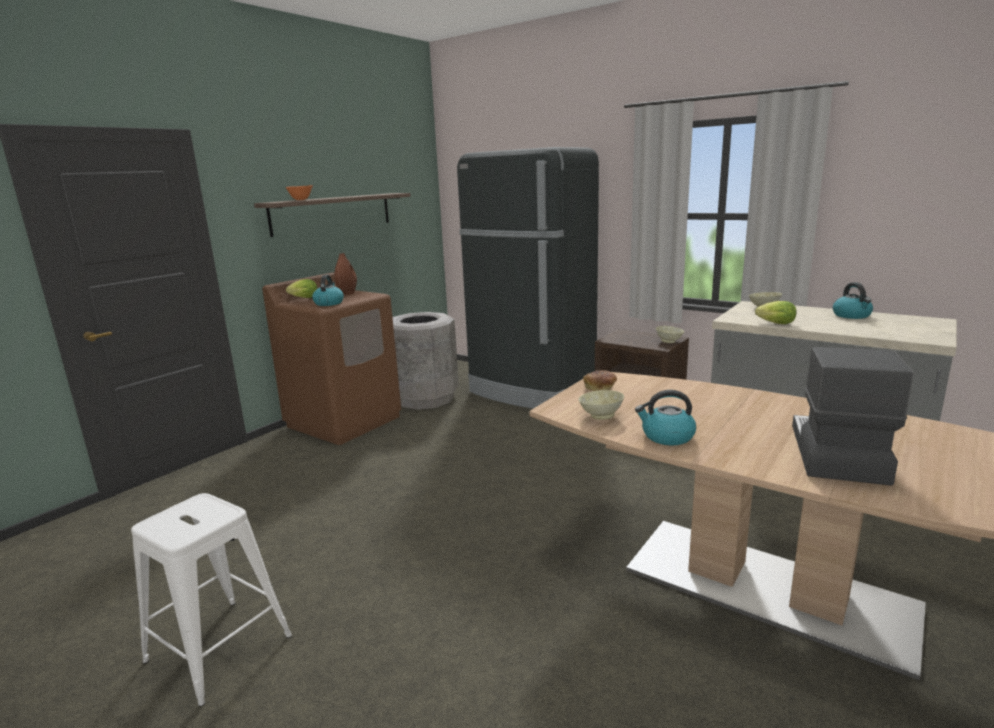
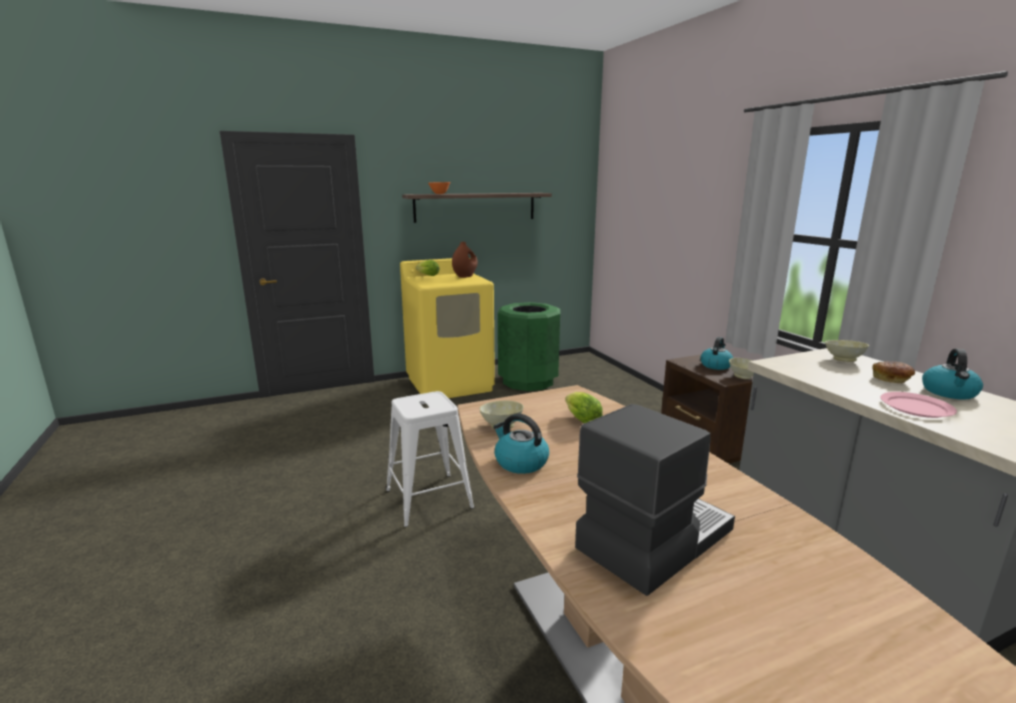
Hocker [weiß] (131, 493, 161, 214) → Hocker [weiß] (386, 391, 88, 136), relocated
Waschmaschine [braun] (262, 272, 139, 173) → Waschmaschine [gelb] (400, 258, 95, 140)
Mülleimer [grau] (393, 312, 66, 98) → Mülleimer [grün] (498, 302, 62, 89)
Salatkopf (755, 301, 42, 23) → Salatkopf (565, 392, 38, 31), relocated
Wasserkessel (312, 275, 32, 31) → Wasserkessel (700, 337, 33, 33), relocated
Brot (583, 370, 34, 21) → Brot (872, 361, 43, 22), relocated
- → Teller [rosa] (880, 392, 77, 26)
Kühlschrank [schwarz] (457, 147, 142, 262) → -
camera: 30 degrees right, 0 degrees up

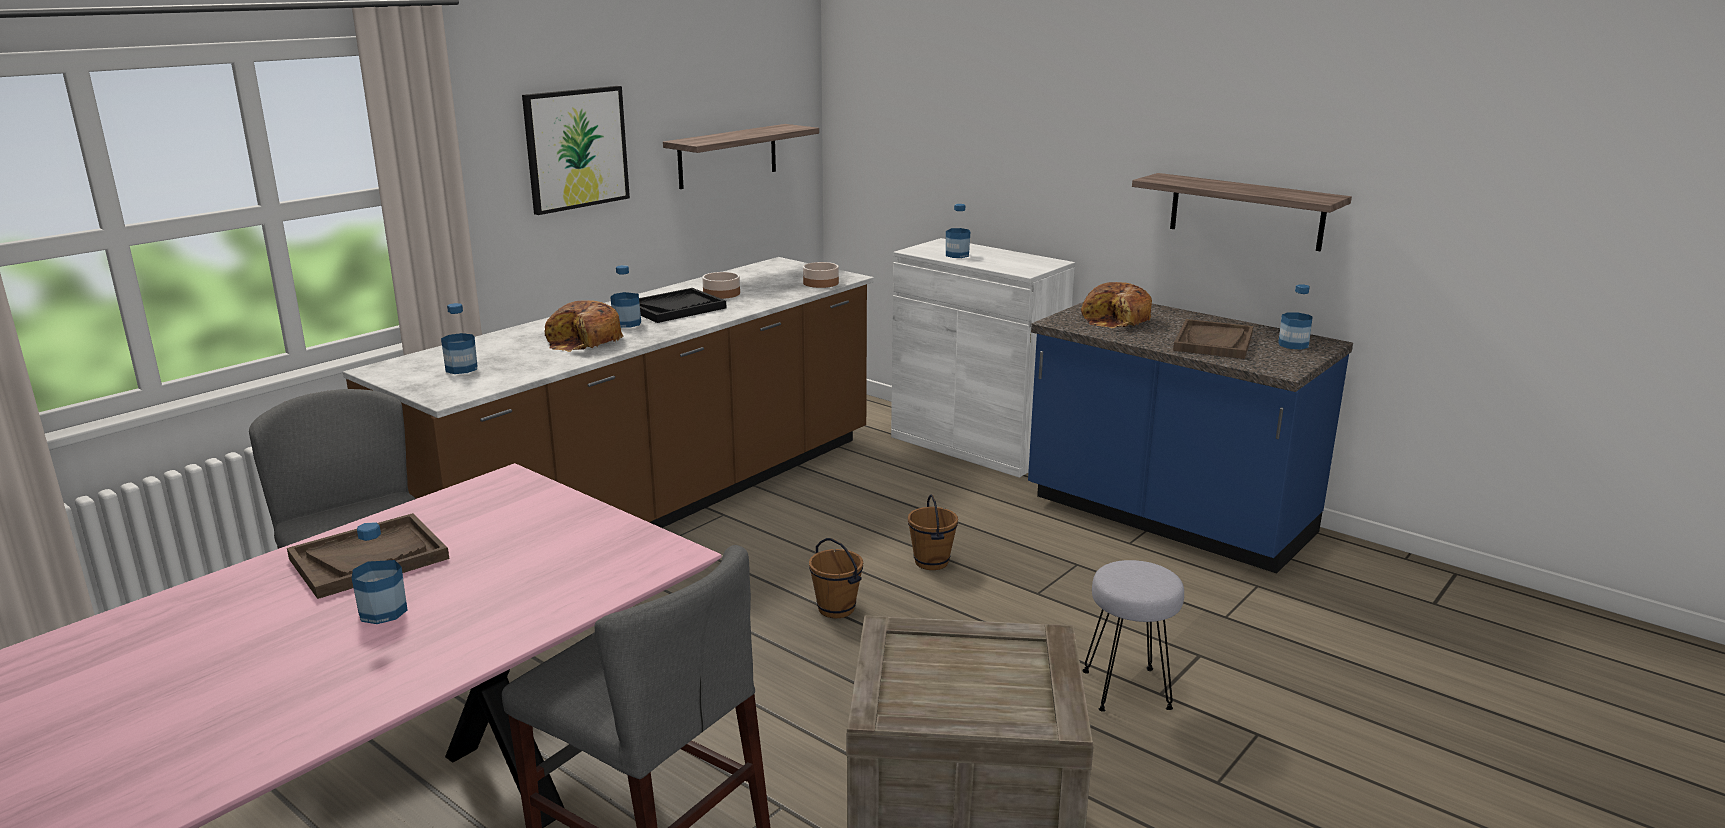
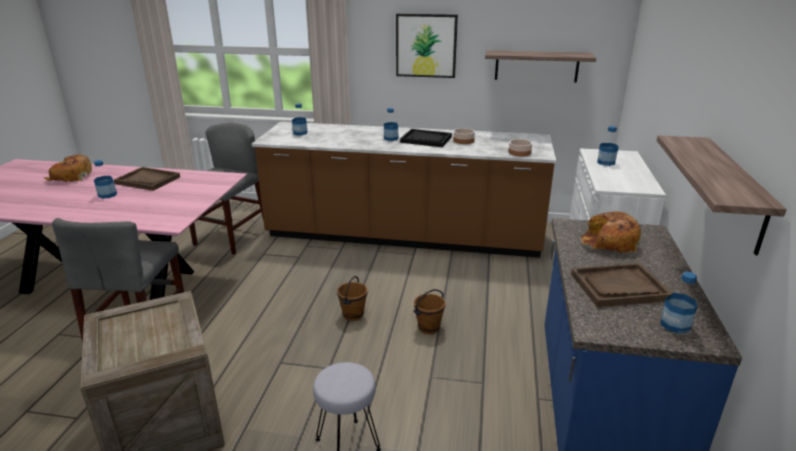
Brot (545, 300, 79, 52) → Brot (44, 155, 48, 27), relocated
camera: 60 degrees right, 5 degrees up

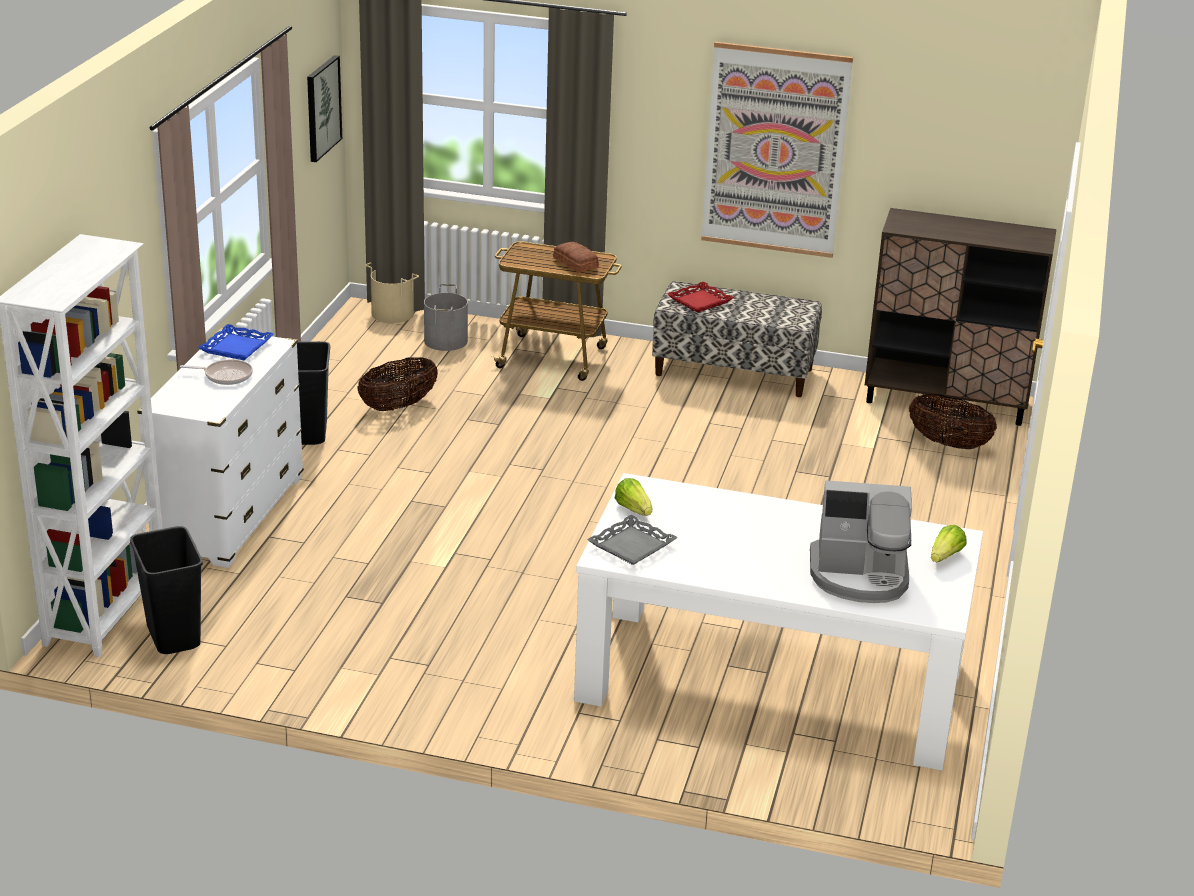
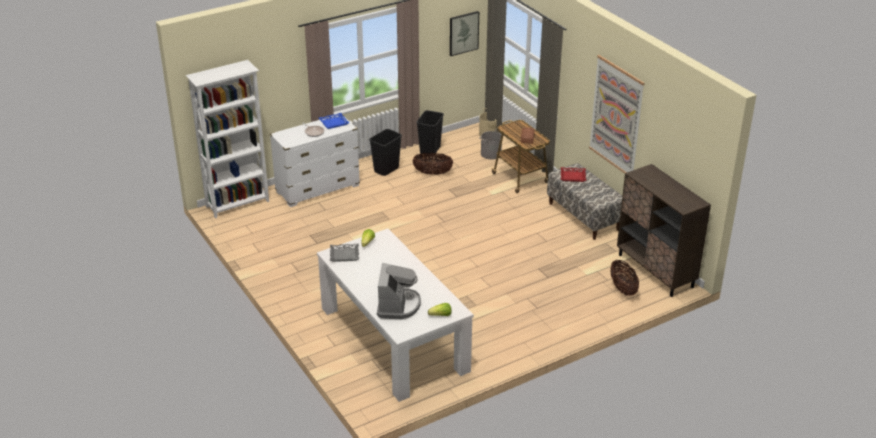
Kaffeemaschine (810, 480, 102, 123) → Kaffeemaschine (377, 263, 44, 56), 135 degrees counterclockwise
Mülleimer [schwarz] (130, 526, 73, 128) → Mülleimer [schwarz] (416, 110, 28, 45), relocated
camera: 45 degrees right, 5 degrees up

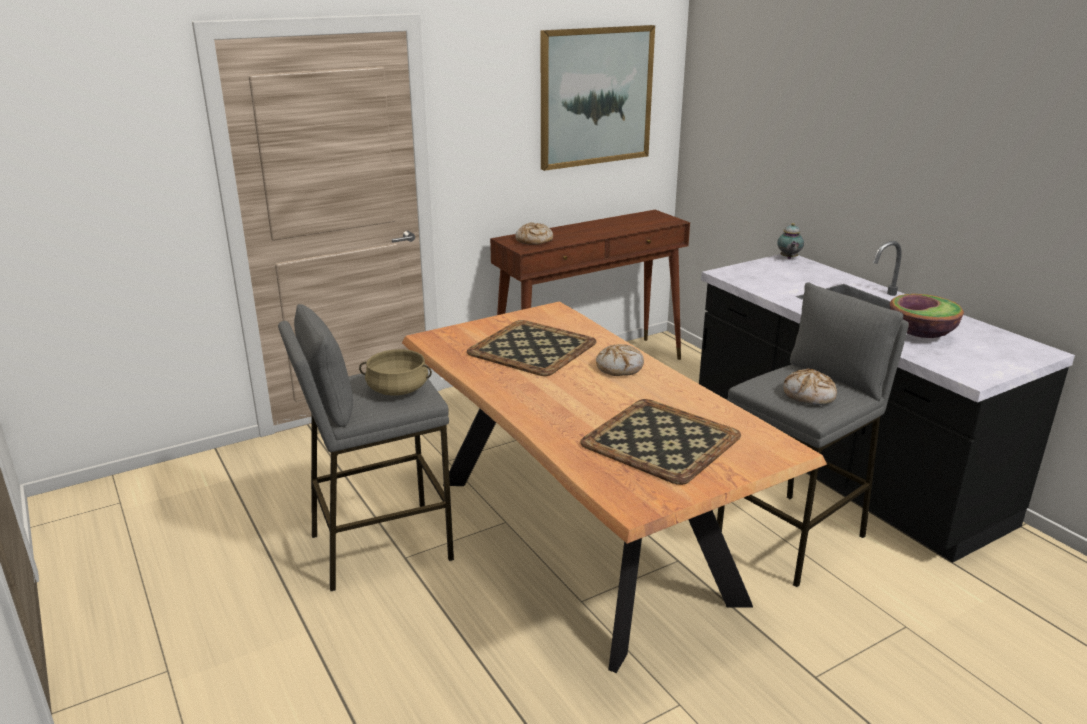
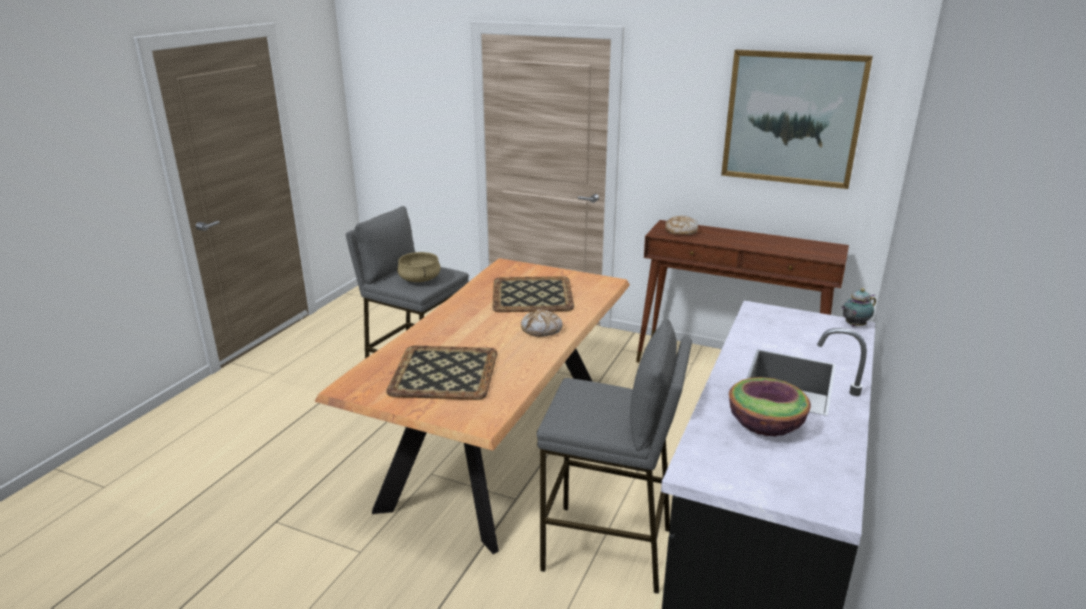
Brot (783, 369, 54, 36) → -
camera: 55 degrees right, 0 degrees up

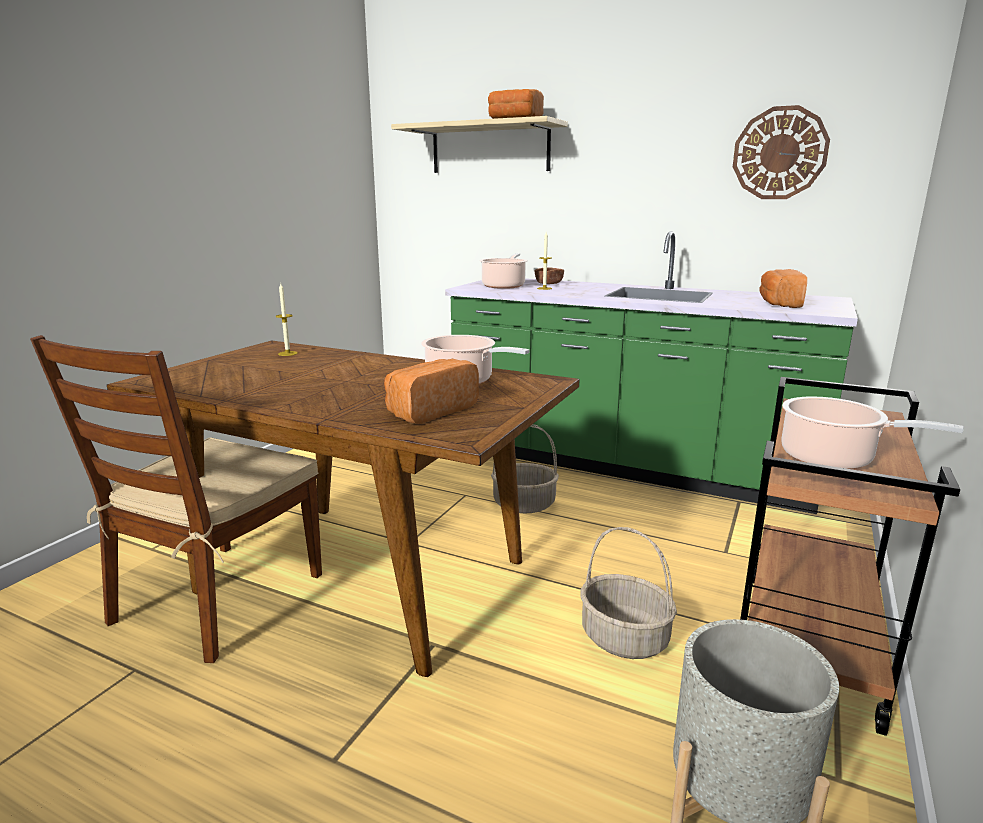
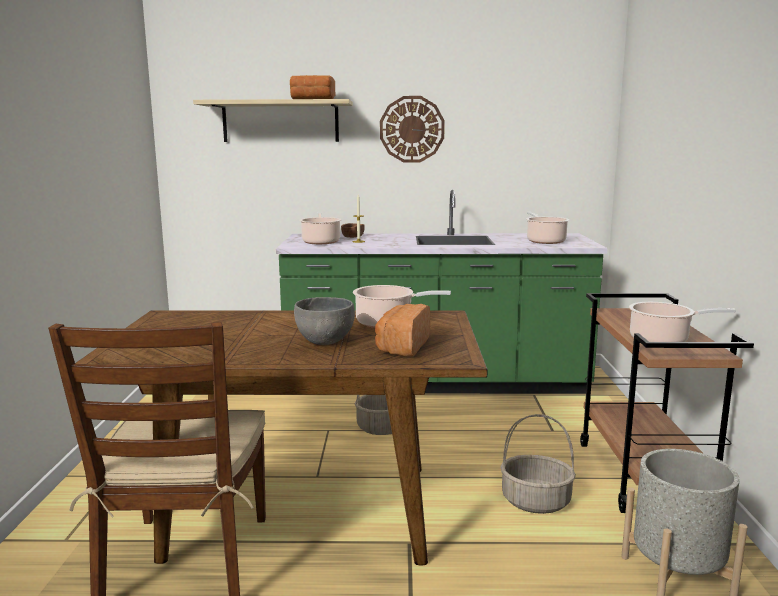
- → Schüssel [grau] (294, 297, 61, 48)
Wanduhr (733, 105, 97, 94) → Wanduhr (380, 96, 65, 66), relocated
Brot (760, 269, 47, 39) → Kochtopf (526, 212, 43, 32)
Kerze (276, 284, 22, 72) → -
camera: 25 degrees left, 5 degrees down

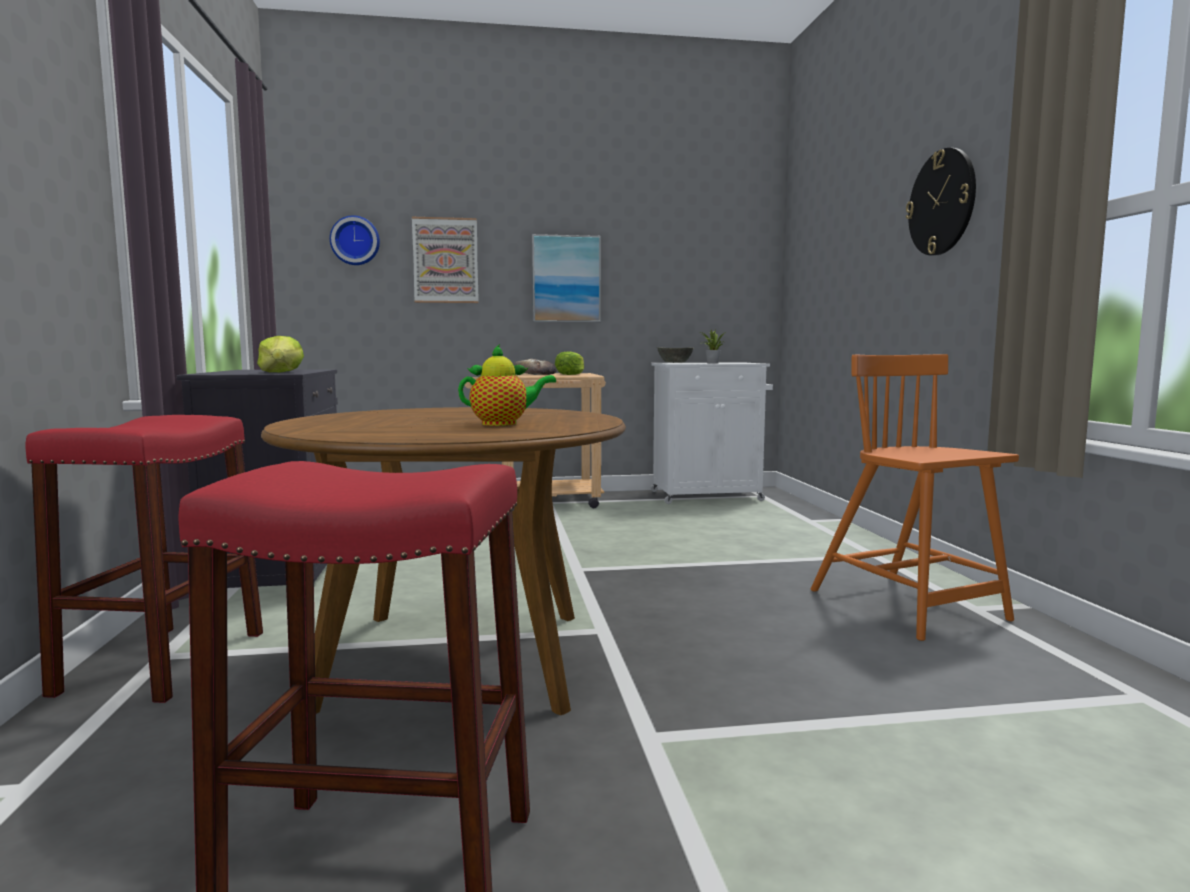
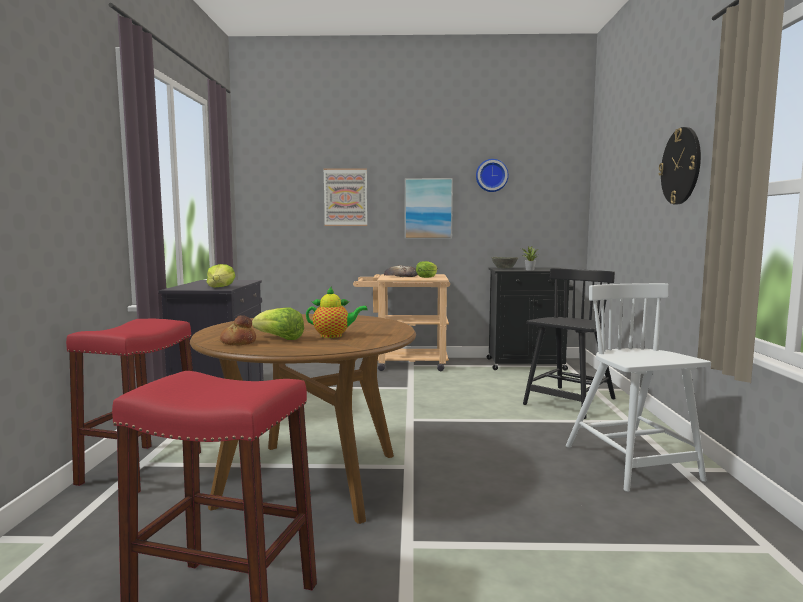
- → Brot (220, 315, 36, 30)
- → Salatkopf (252, 307, 52, 33)
Wanduhr (330, 215, 50, 50) → Wanduhr (476, 159, 33, 33), relocated
Schrank [weiß] (650, 363, 123, 141) → Schrank [schwarz] (487, 267, 86, 104)
- → Stuhl [schwarz] (523, 268, 93, 151)
Stuhl [orange] (811, 354, 208, 287) → Stuhl [weiß] (566, 283, 145, 209)
camera: 10 degrees right, 0 degrees up

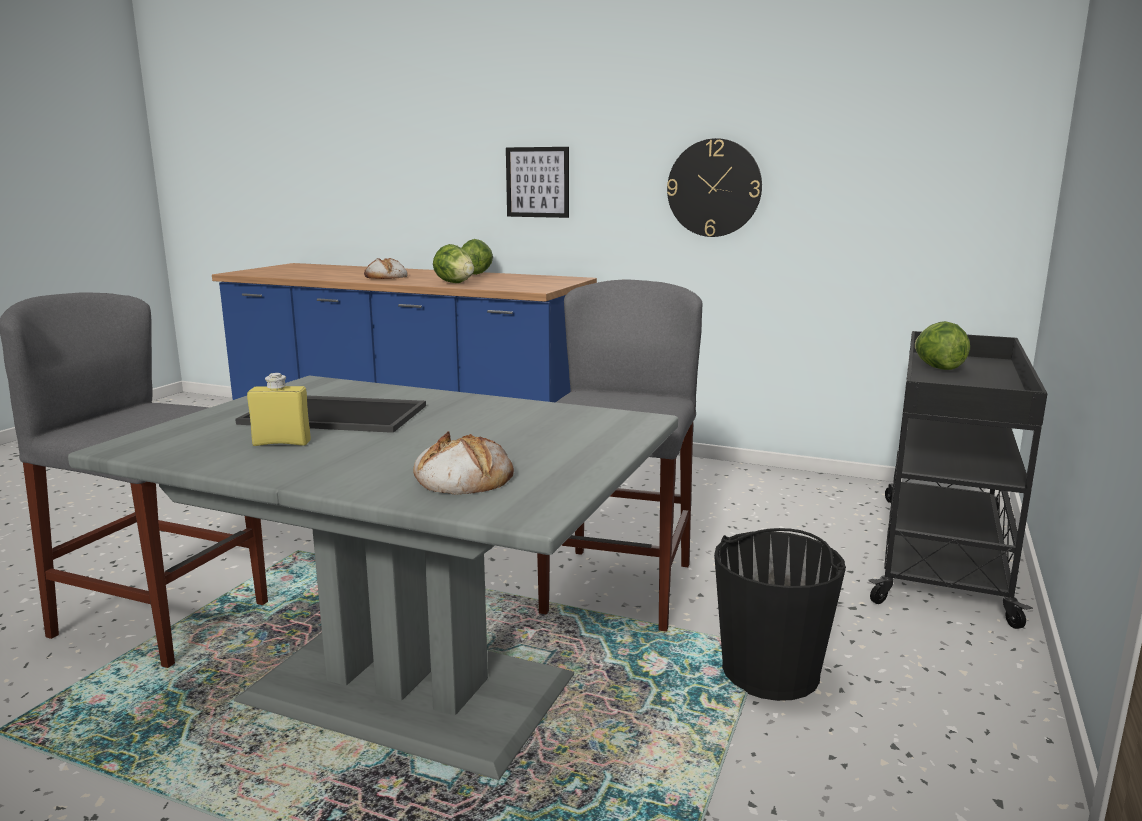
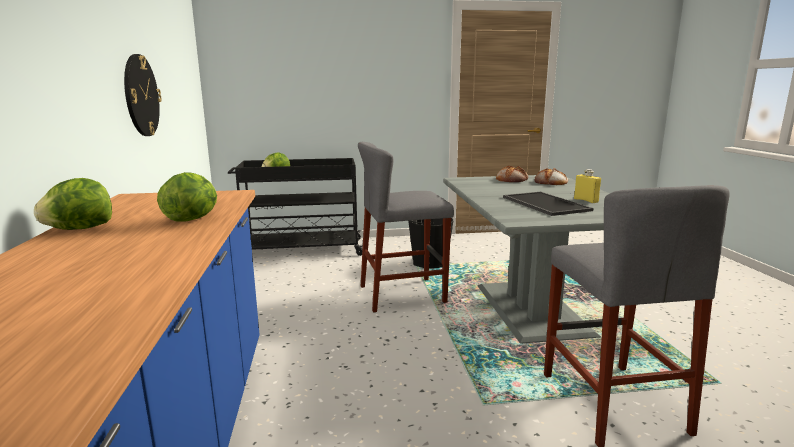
Brot (364, 258, 44, 21) → Brot (496, 165, 32, 17), relocated
Bild (506, 147, 63, 71) → -
camera: 120 degrees left, 0 degrees up

